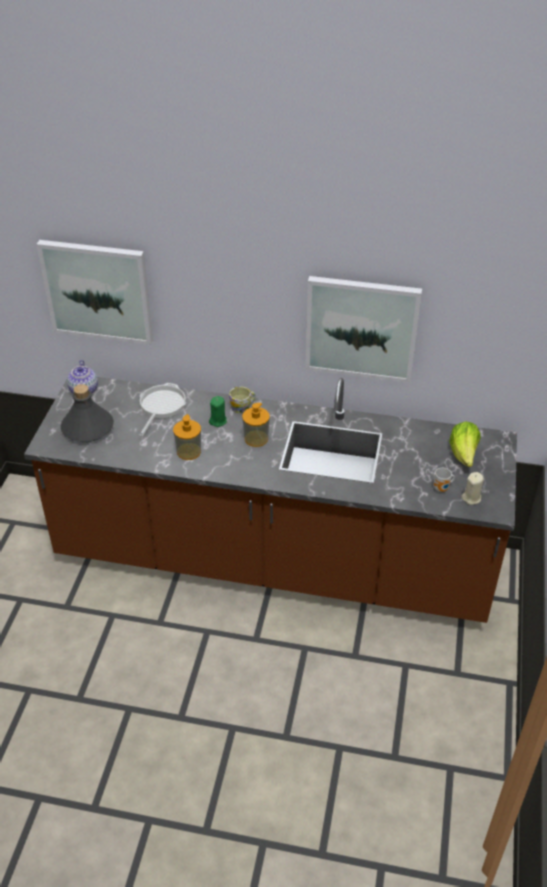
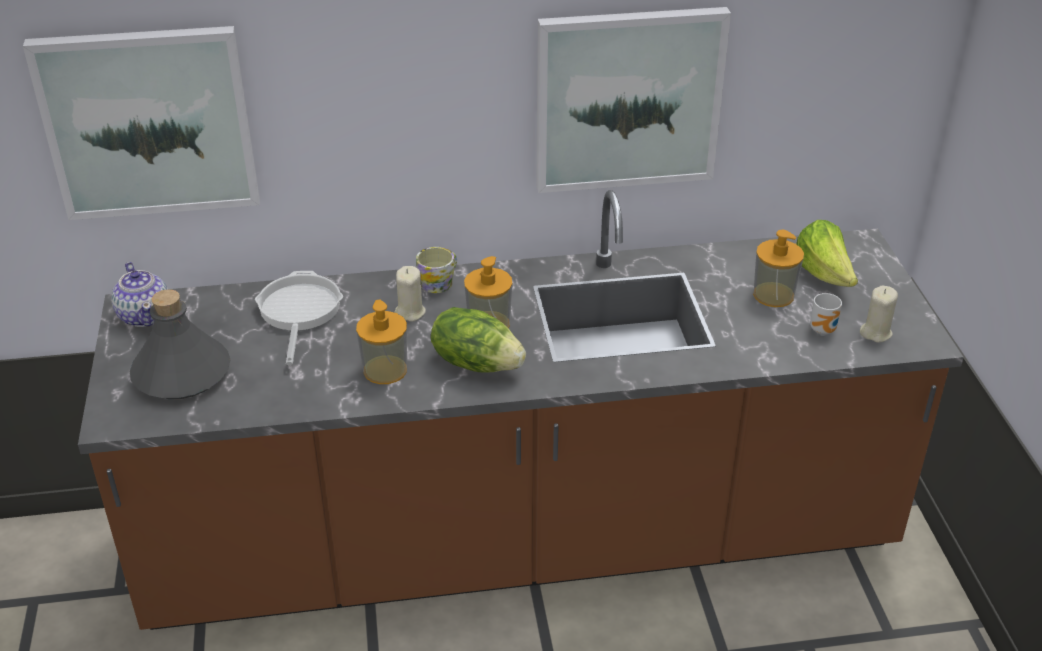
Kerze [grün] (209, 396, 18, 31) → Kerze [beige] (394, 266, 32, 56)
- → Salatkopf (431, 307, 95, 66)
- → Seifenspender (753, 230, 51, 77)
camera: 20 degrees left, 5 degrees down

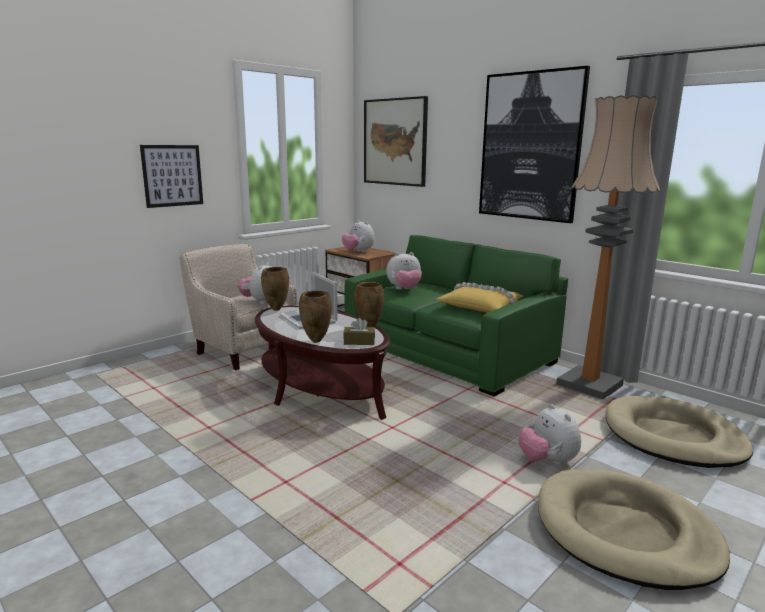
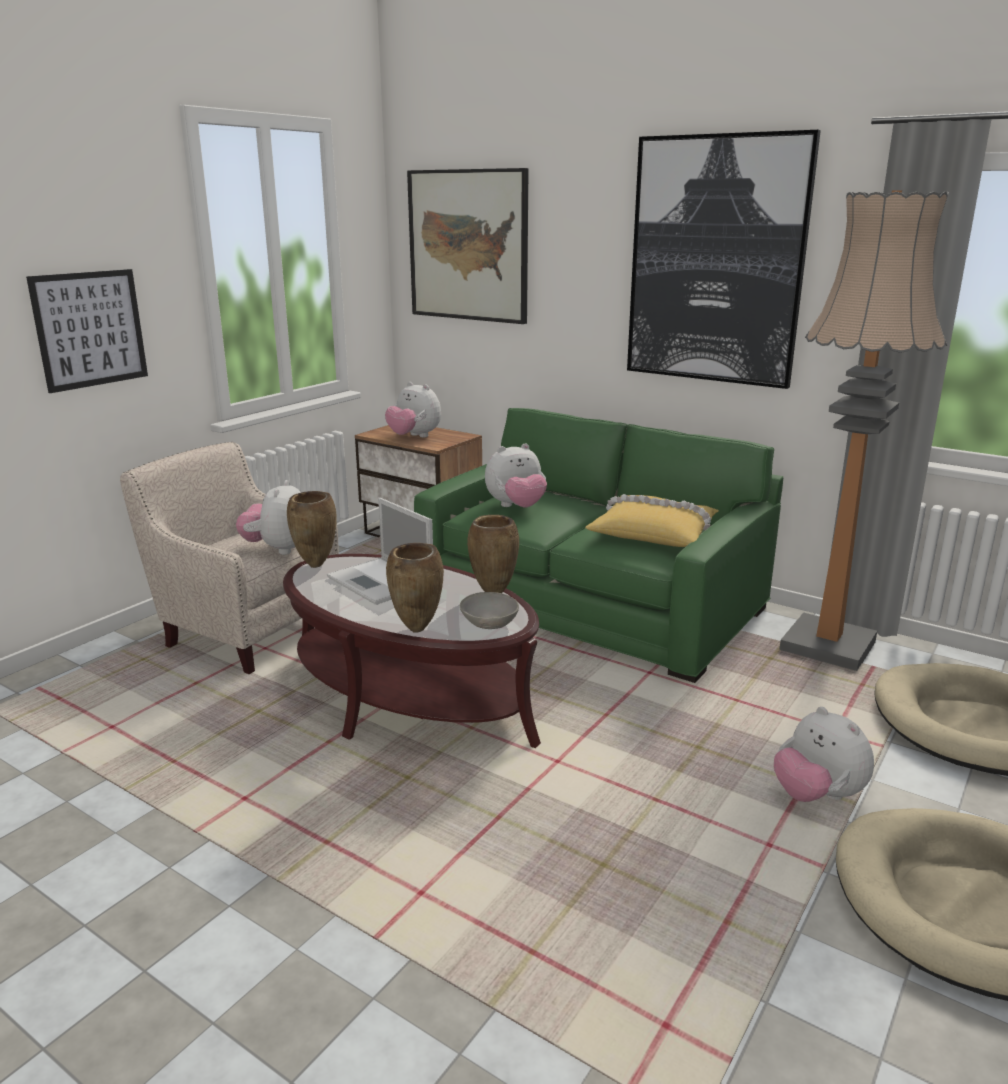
Taschentuchbox [braun] (343, 318, 32, 27) → Schüssel [grau] (460, 592, 59, 37)
camera: 10 degrees left, 5 degrees up

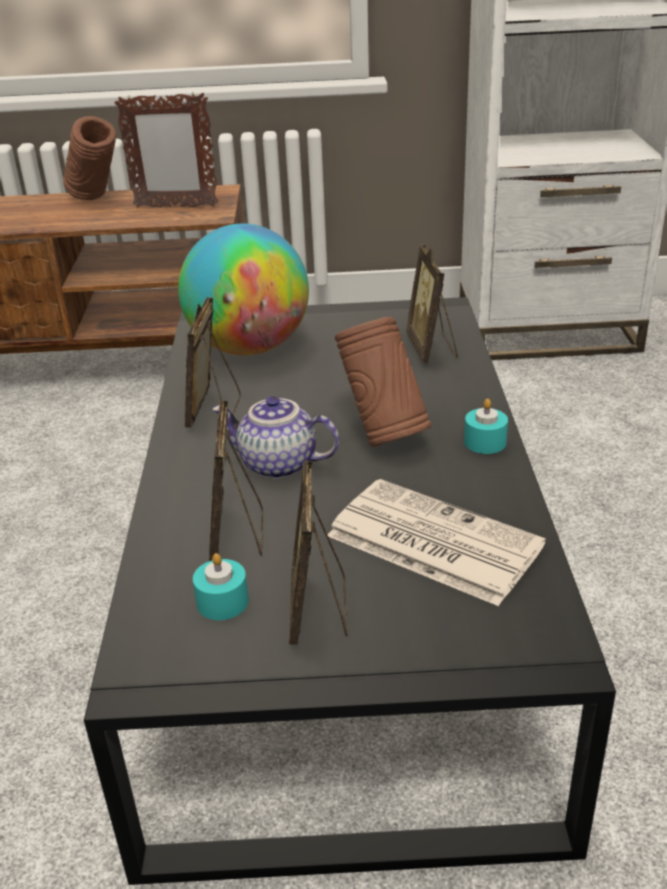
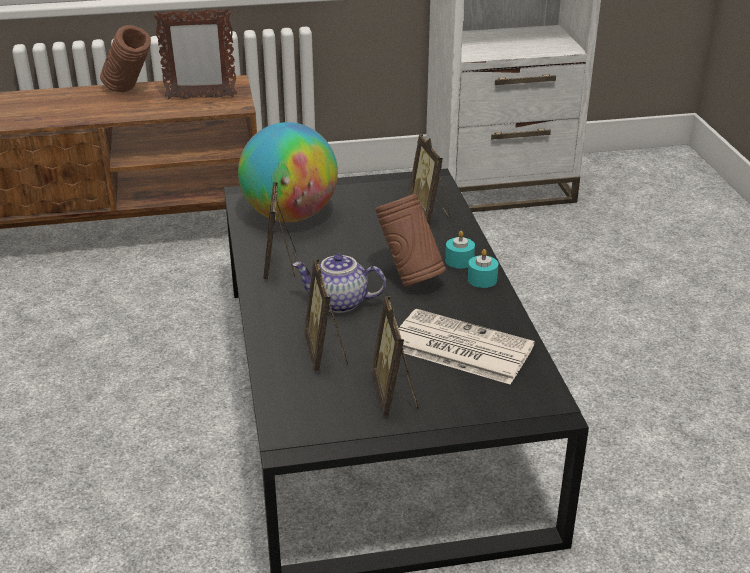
Kerze [türkis] (193, 553, 56, 67) → Kerze [türkis] (445, 231, 30, 38), relocated
camera: 10 degrees left, 0 degrees up

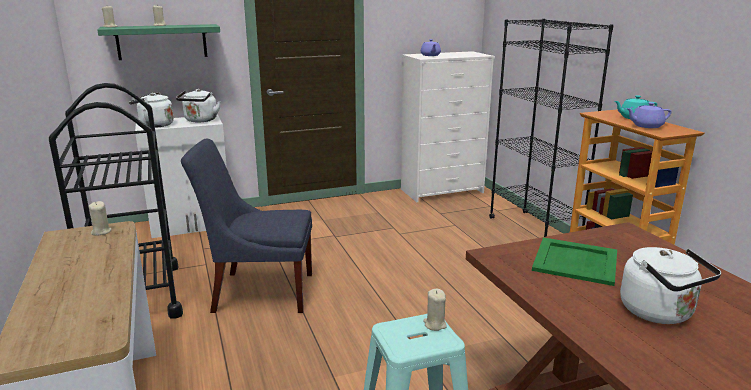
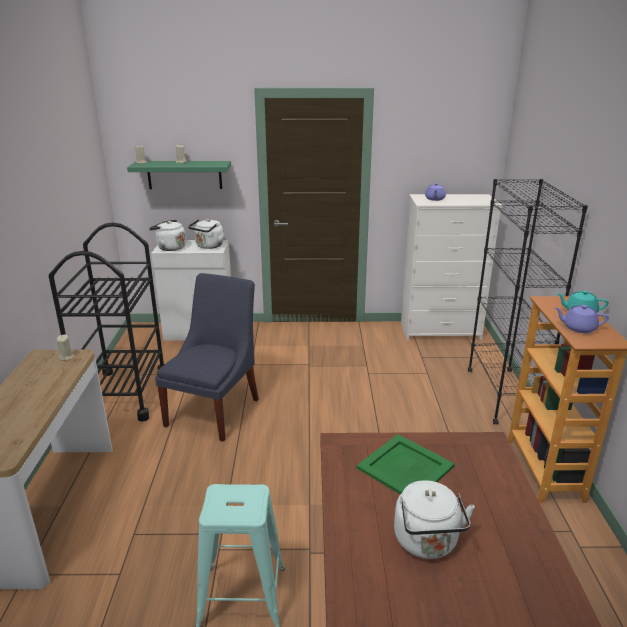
Stuhl [blau] (181, 139, 131, 174) → Stuhl [blau] (155, 273, 104, 169), 90 degrees clockwise
Kerze [beige] (423, 289, 24, 42) → -
camera: 20 degrees right, 5 degrees up

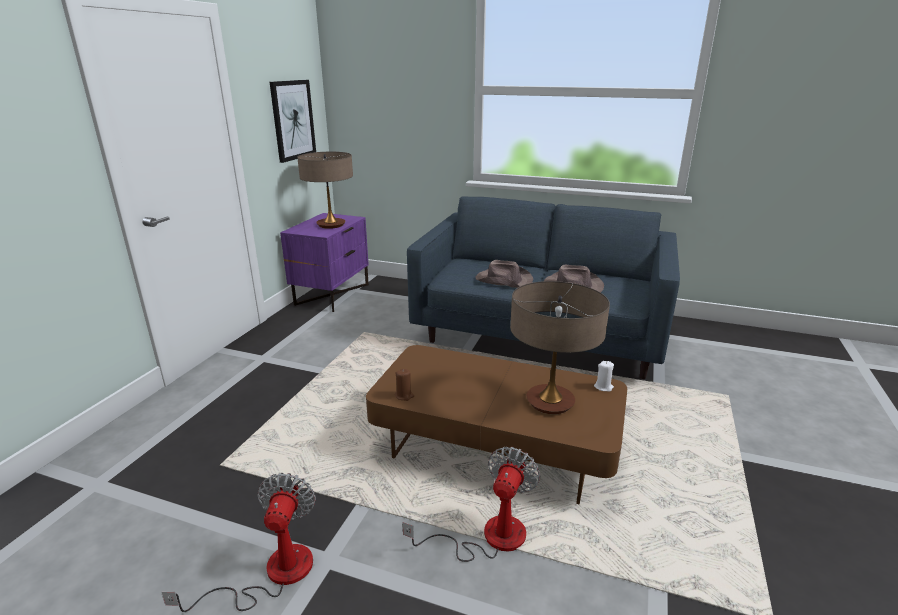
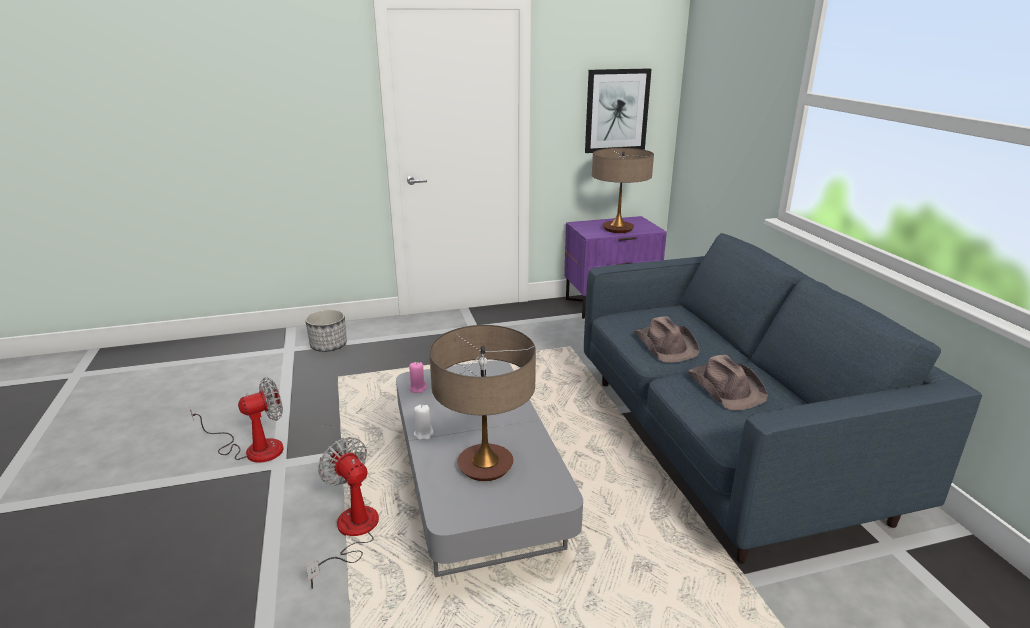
- → Pflanzkübel (305, 309, 42, 43)
Ventilator (402, 447, 138, 115) → Ventilator (306, 437, 73, 152), 120 degrees counterclockwise
Couchtisch [braun] (366, 345, 261, 160) → Couchtisch [grau] (396, 360, 187, 217)
Kerze [braun] (395, 369, 19, 32) → Kerze [rosa] (409, 362, 18, 31)
Kerze [weiß] (594, 361, 20, 31) → Kerze [weiß] (414, 405, 20, 35), relocated
camera: 55 degrees right, 0 degrees up

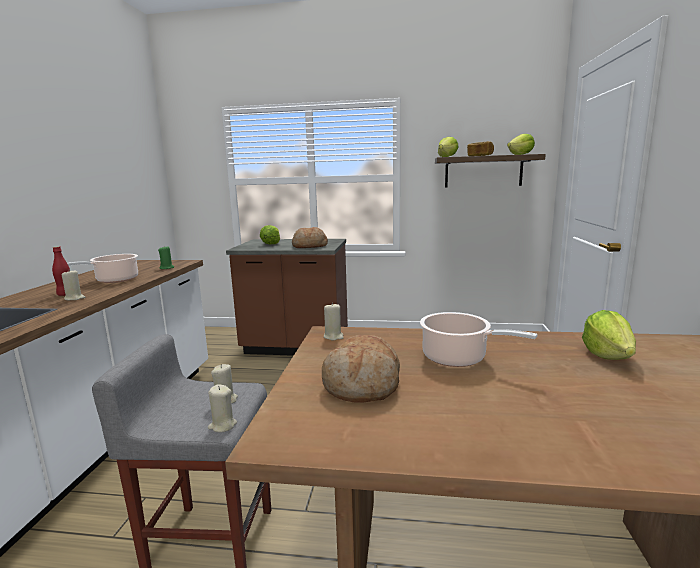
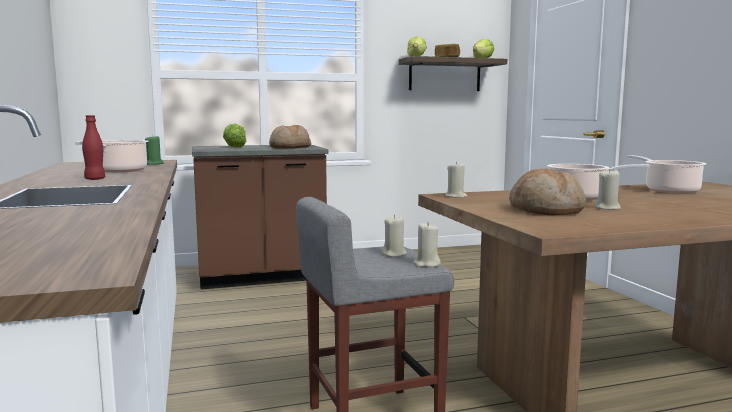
Kerze [beige] (61, 270, 24, 30) → Kerze [beige] (594, 169, 27, 41), relocated
Salatkopf (582, 310, 54, 50) → Kochtopf (628, 155, 79, 39)
camera: 25 degrees left, 5 degrees down

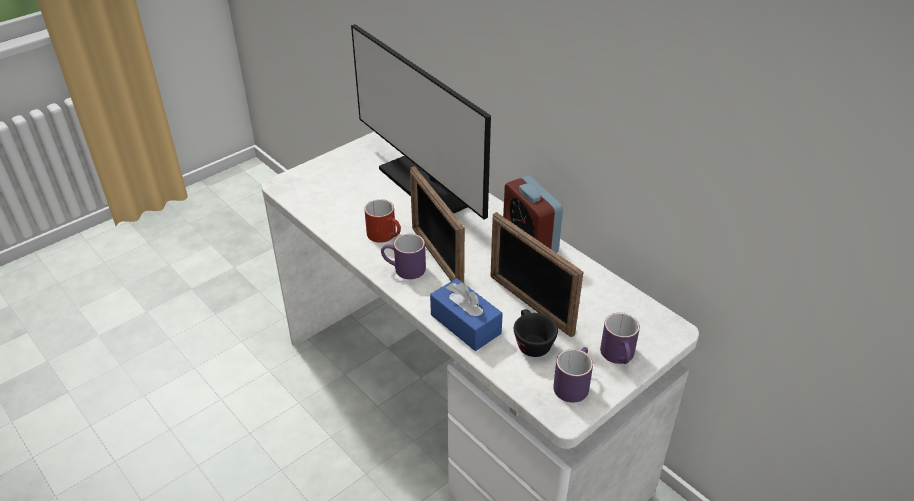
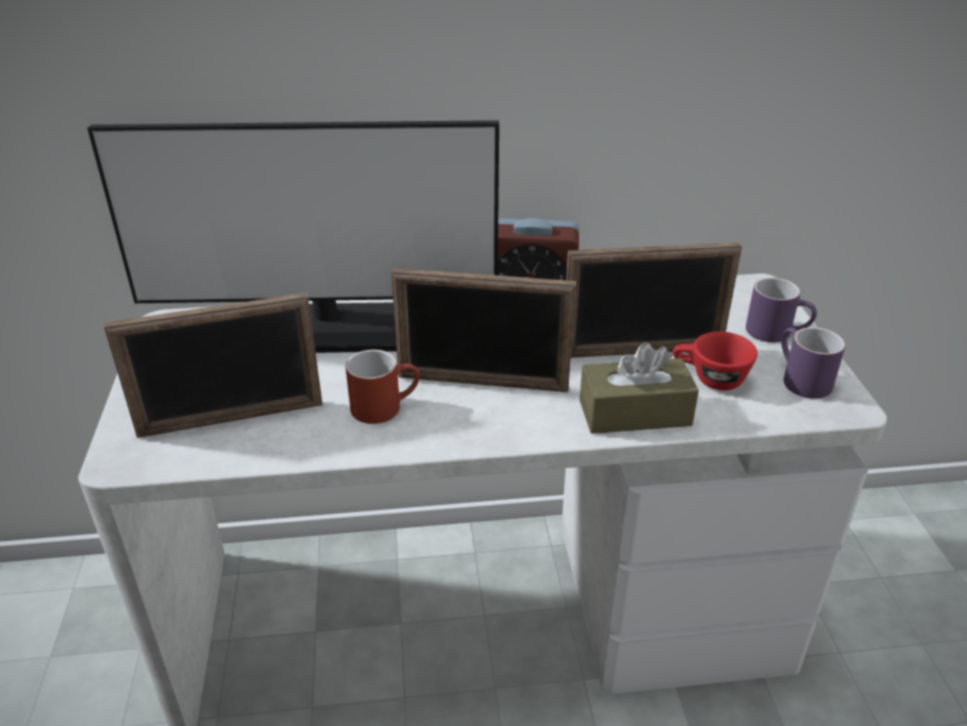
- → Bilderrahmen (104, 293, 219, 145)
Taschentuchbox [blau] (430, 278, 73, 73) → Taschentuchbox [braun] (580, 342, 119, 92)
Tasse [schwarz] (514, 309, 44, 48) → Tasse [rot] (673, 331, 85, 59)
Henkelbecher [lila] (381, 234, 45, 45) → -
camera: 55 degrees left, 5 degrees down

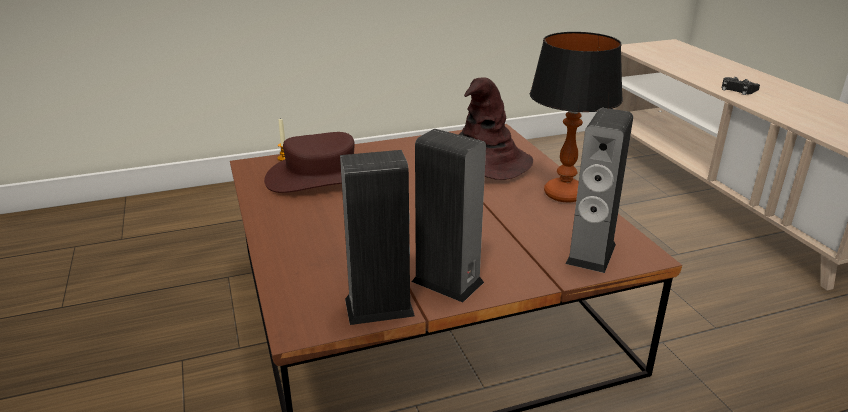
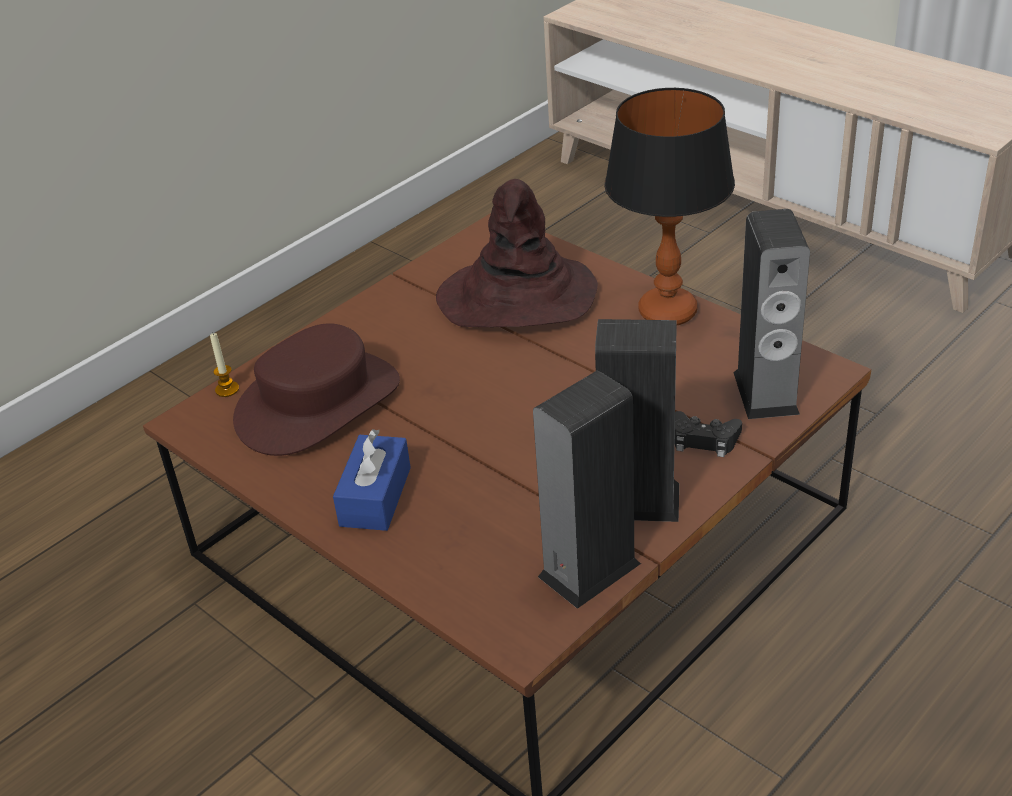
- → Taschentuchbox [blau] (333, 429, 78, 102)
Gamepad [schwarz] (722, 77, 38, 18) → Gamepad [schwarz] (675, 411, 67, 46), relocated
camera: 25 degrees left, 10 degrees up

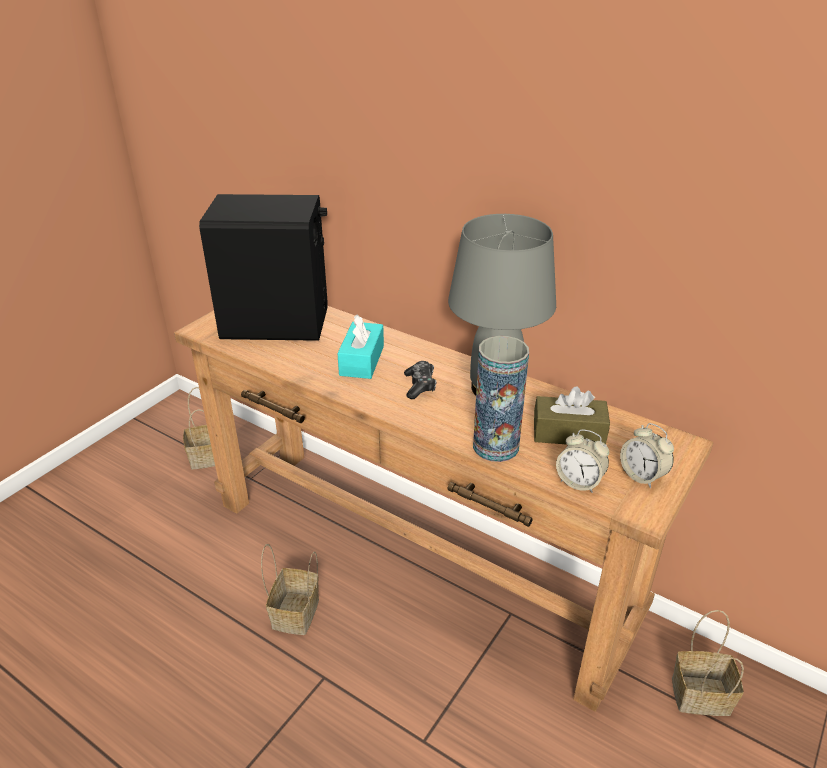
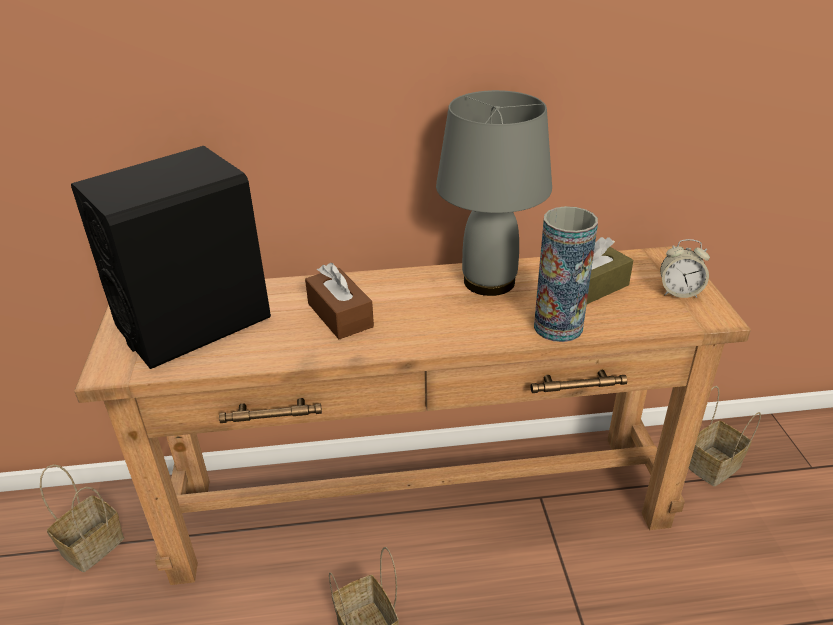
Taschentuchbox [türkis] (337, 314, 47, 65) → Taschentuchbox [braun] (305, 263, 69, 76)
Gamepad (404, 361, 33, 38) → -
Wecker (556, 429, 53, 64) → -
camera: 40 degrees left, 0 degrees up

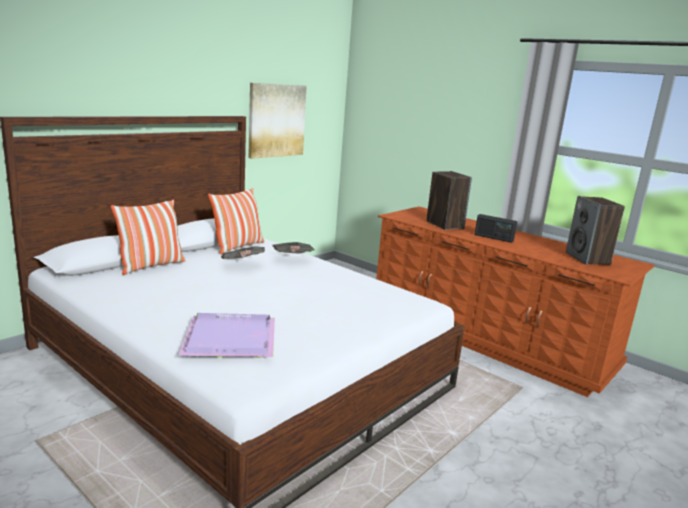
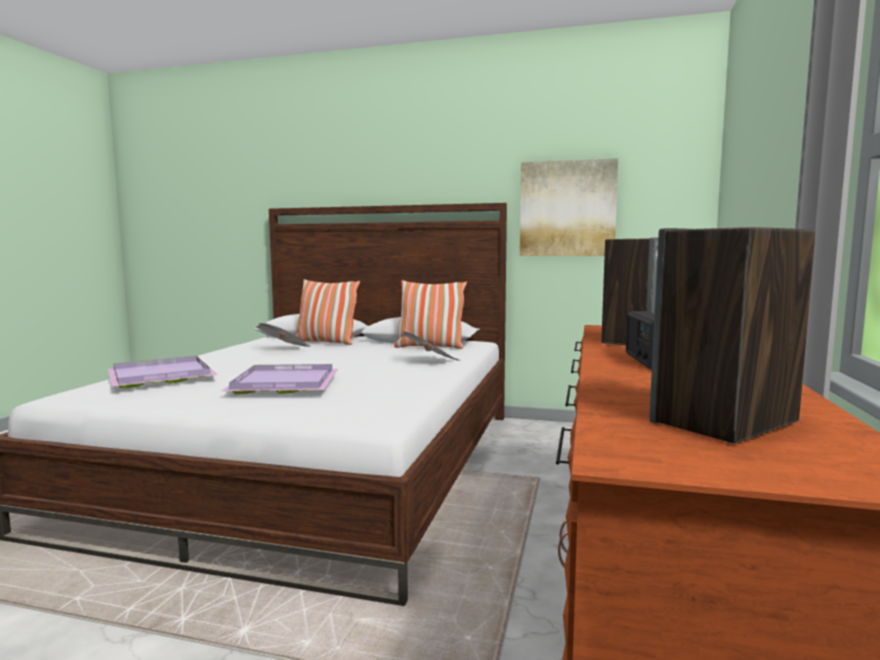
- → Tablett [lila] (222, 364, 116, 31)
Zeitung (221, 246, 44, 13) → Zeitung (256, 323, 54, 24), relocated
camera: 65 degrees right, 10 degrees down

